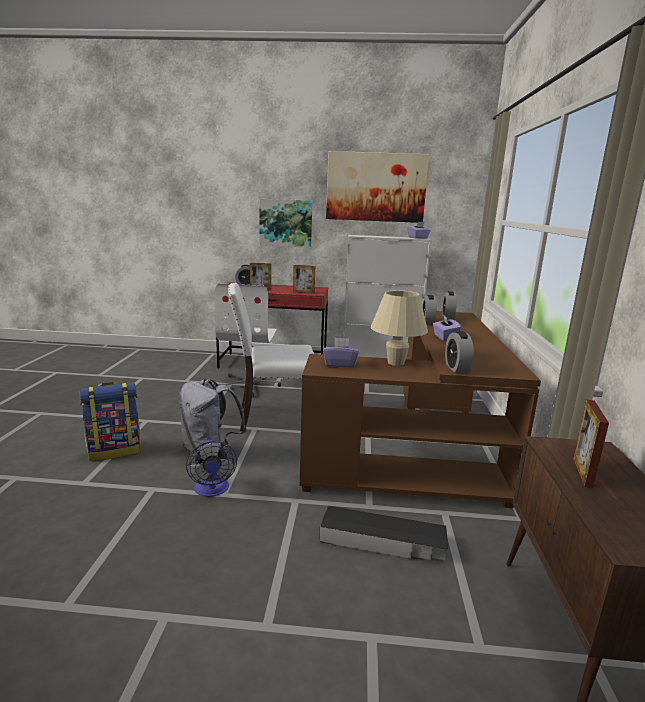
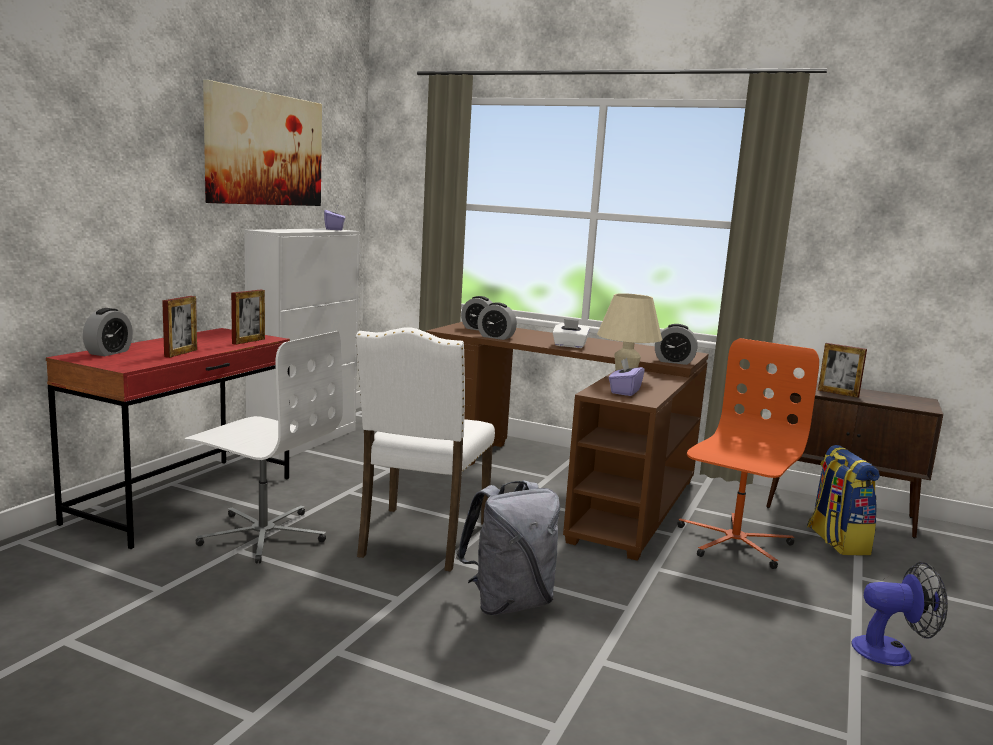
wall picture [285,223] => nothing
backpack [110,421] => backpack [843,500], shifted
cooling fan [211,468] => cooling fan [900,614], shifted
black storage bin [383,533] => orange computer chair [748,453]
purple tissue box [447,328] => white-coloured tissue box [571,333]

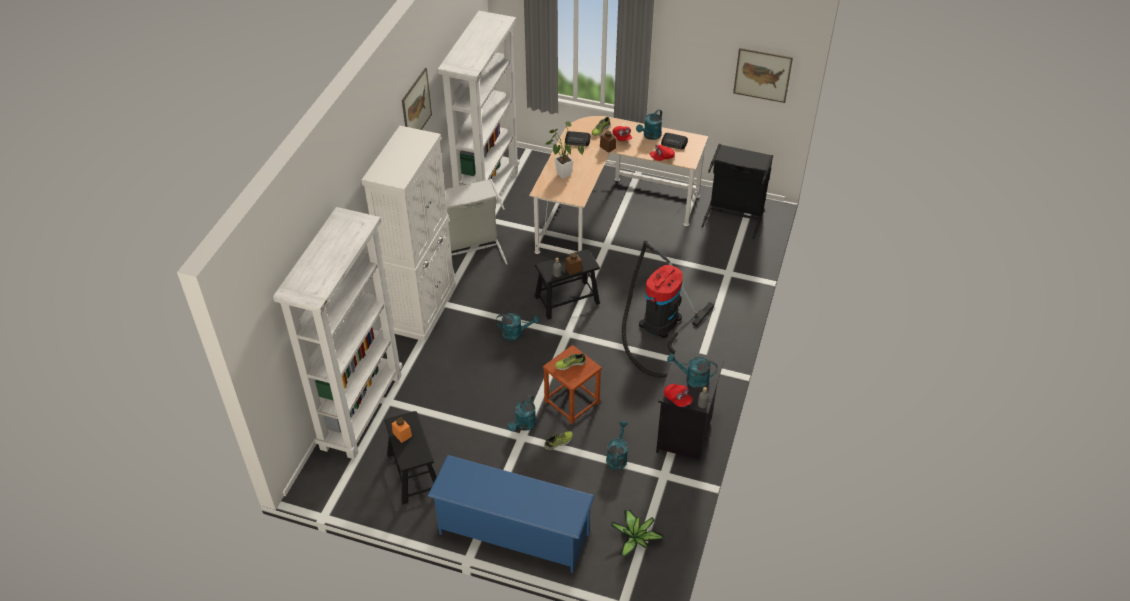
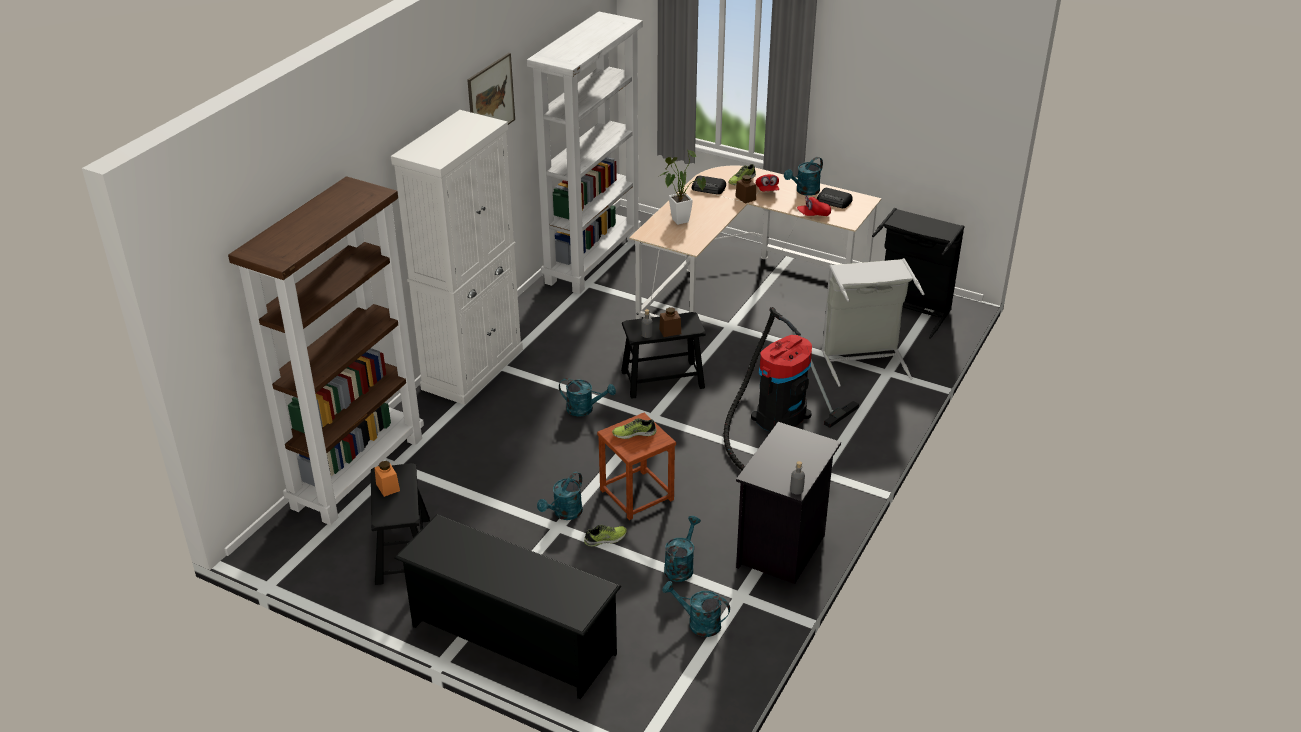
plant in a pot [637,533] => nothing
red peaked cap [678,395] => nothing
wall picture [763,75] => nothing
grey washing basket [476,228] => grey washing basket [873,322], shifted
turquoise-coloured watering pot [692,371] => turquoise-coloured watering pot [696,609], shifted
white-coloured bookshelf [338,333] => brown-coloured bookshelf [326,350]
blue-coloured shoe shelf [511,514] => black shoe shelf [507,606]

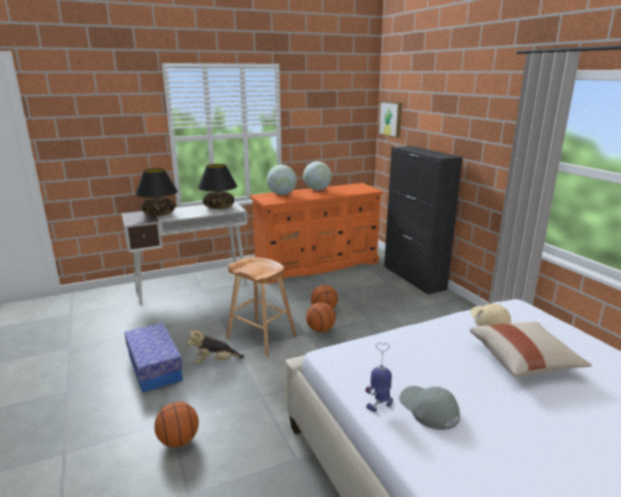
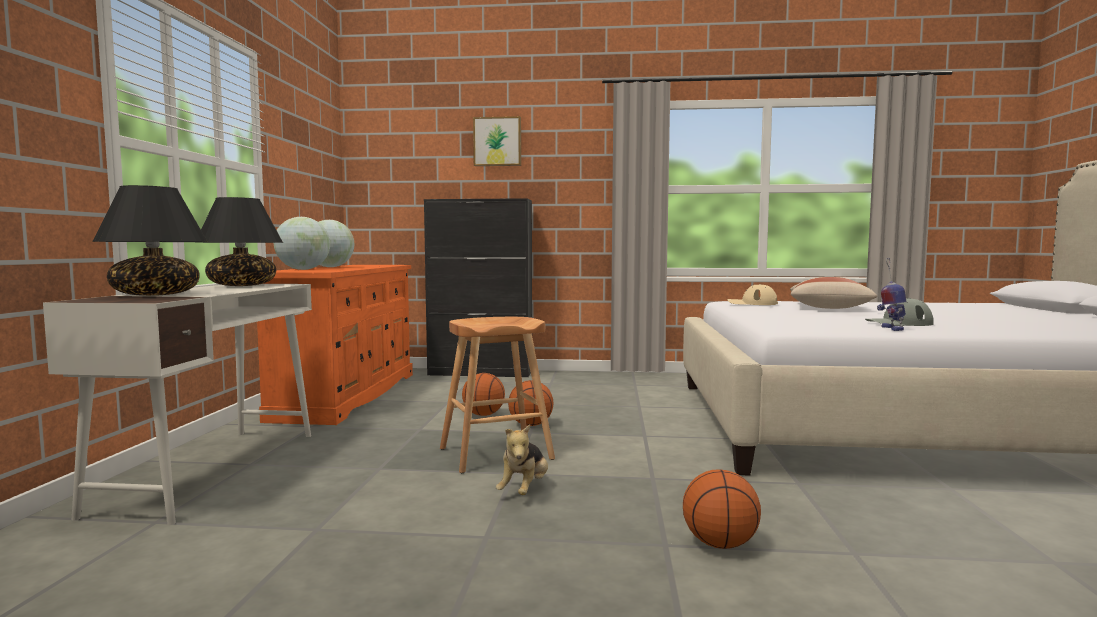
storage bin [153,358] => nothing
wall picture [390,119] => wall picture [497,141], shifted

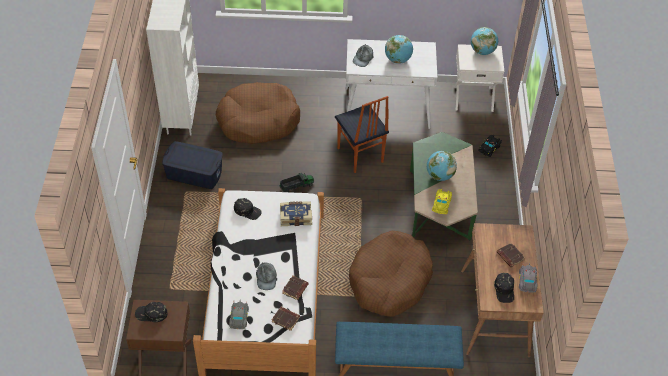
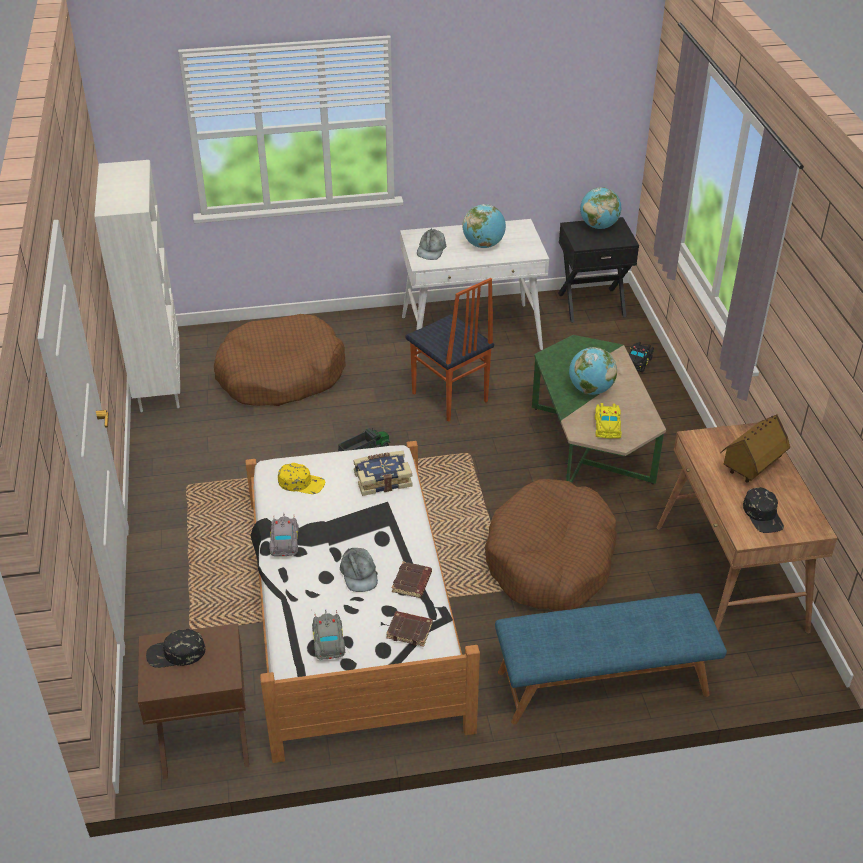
blue-coloured storage bin [192,165] => nothing
grey toy car [528,278] => grey toy car [284,534], shifted
brown-coloured bound book [511,255] => model house [755,449]
black peaked cap [248,209] => yellowish peaked cap [301,478]
white-coloured bedside table [479,78] => black bedside table [598,270]

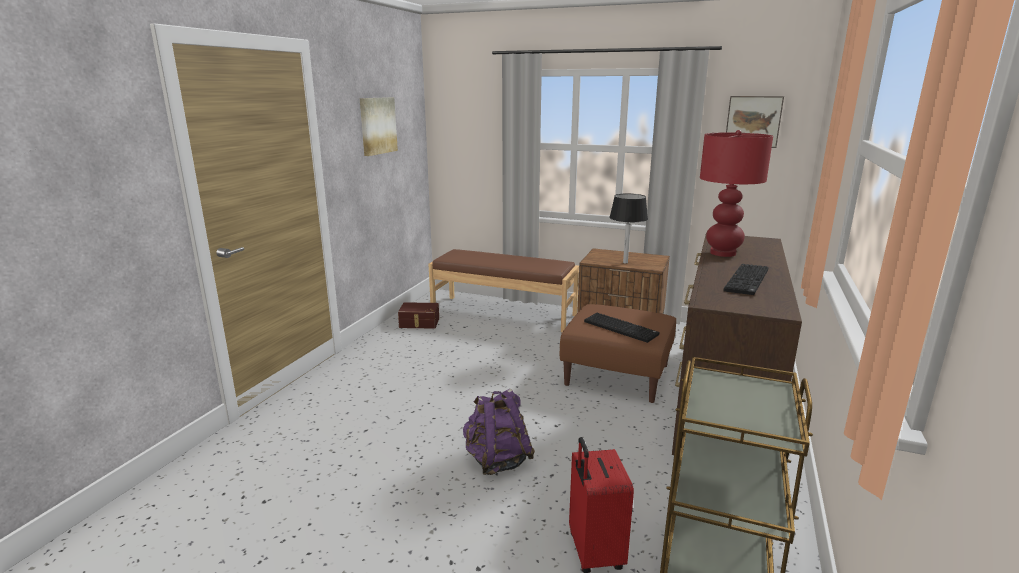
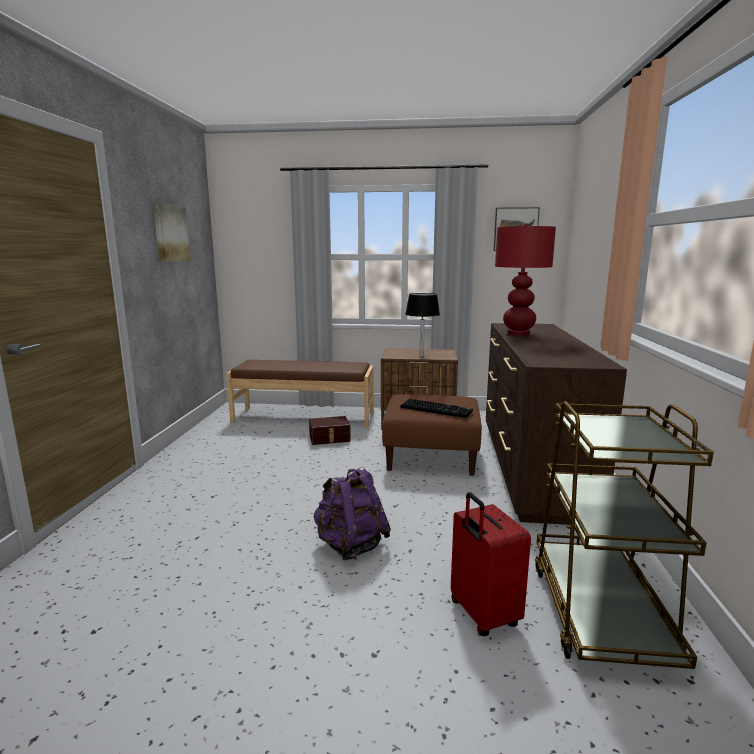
keyboard [746,279] => nothing
brown-coloured storage bin [418,315] => brown-coloured storage bin [330,430], shifted

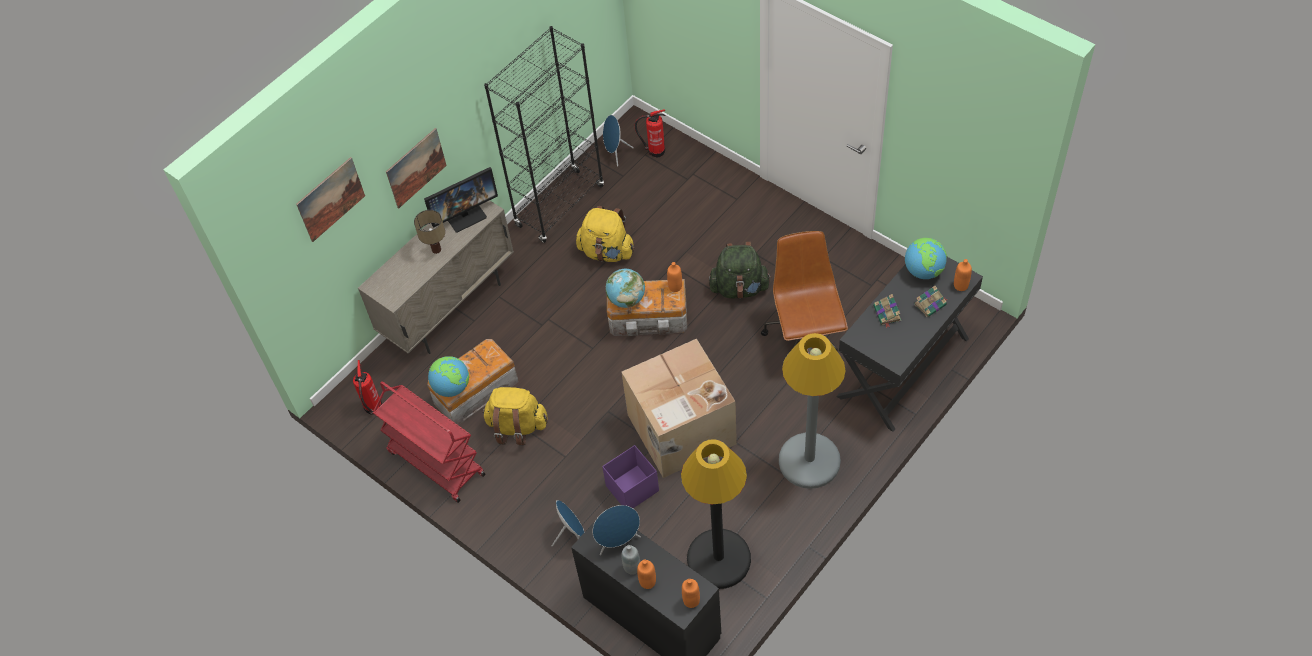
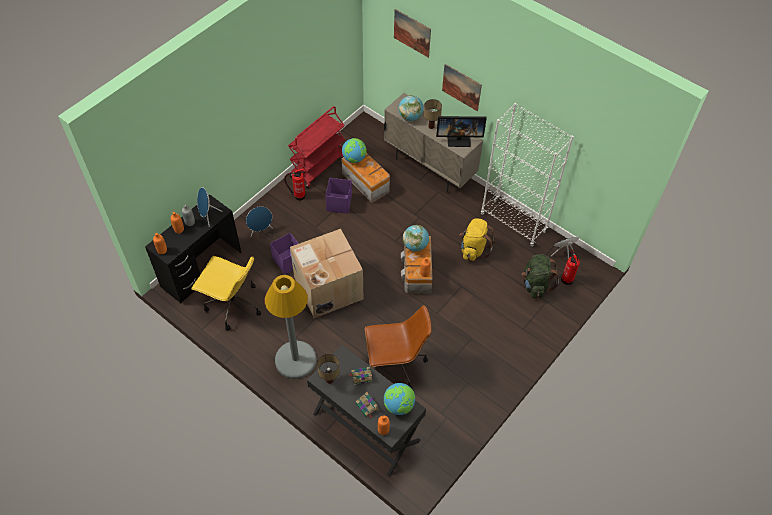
nothing => table lamp [328,369]
nothing => world globe [411,108]
fire extinguisher [367,387] => fire extinguisher [295,185], shifted
green backpack [740,270] => green backpack [540,276], shifted
yellowish backpack [514,416] => purple storage bin [338,196]
black standing lamp [716,514] => yellowish computer chair [226,293]
black bookshelf [544,134] => white-coloured bookshelf [527,175]
monitor [461,200] => monitor [461,131], 60 degrees counterclockwise

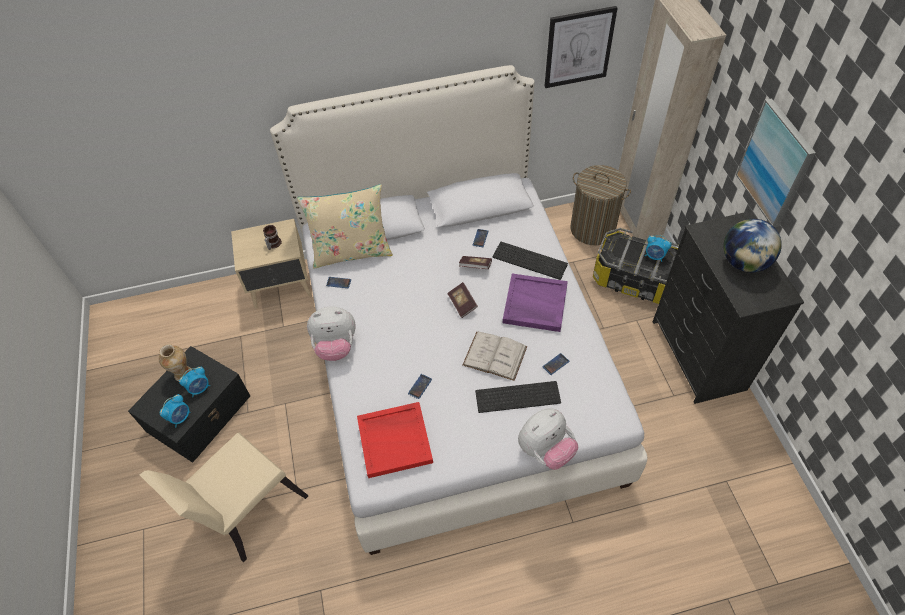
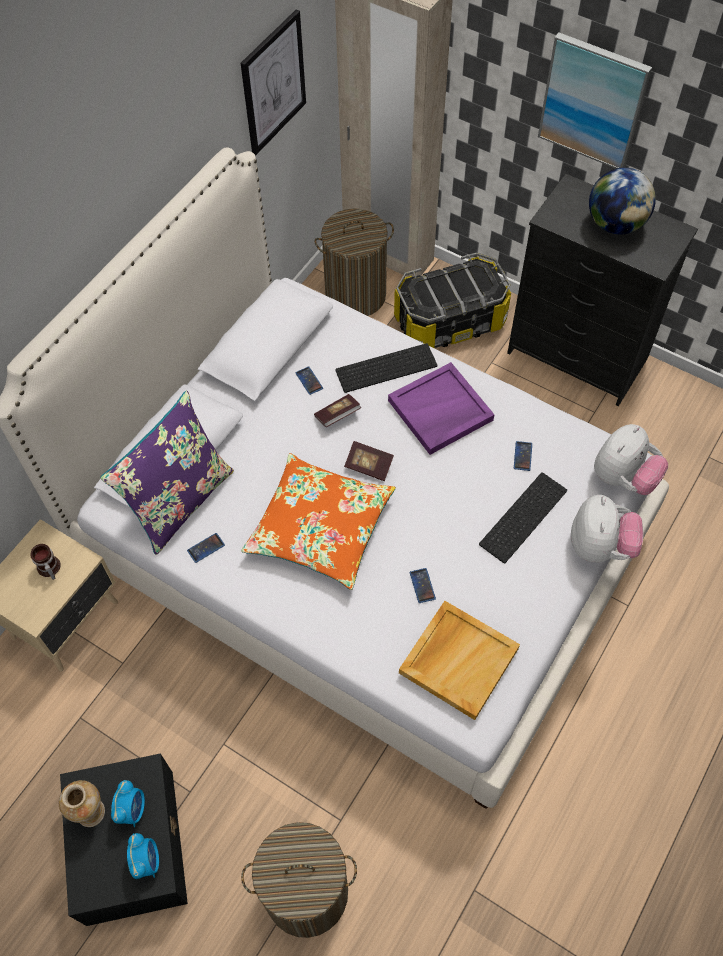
white-coloured bound book [495,356] => nothing
bedside clock [658,248] => nothing
nothing => orange pillow [318,521]
cuddly toy [331,334] => cuddly toy [631,459], shifted
beige upright chair [224,497] => washing basket [299,880]
beige pillow [345,226] => purple pillow [167,473]
red carrying tray [395,440] => beige carrying tray [459,660]

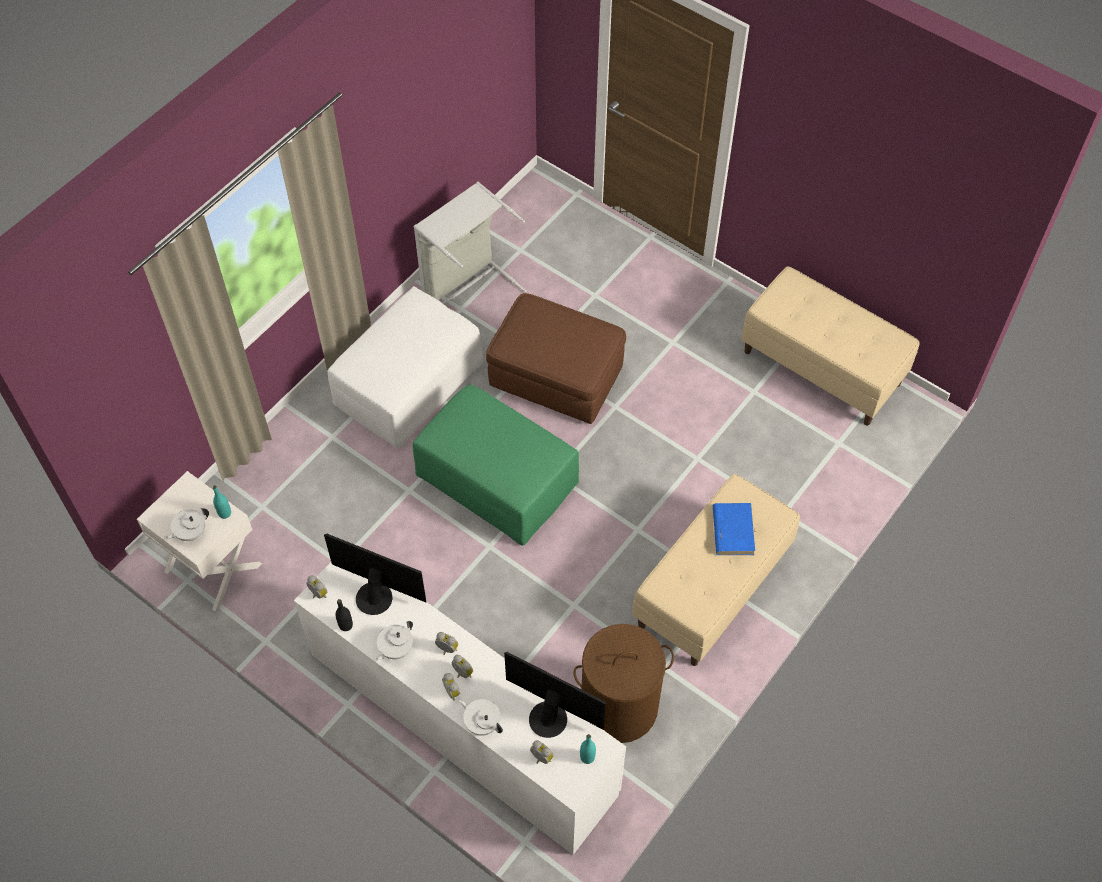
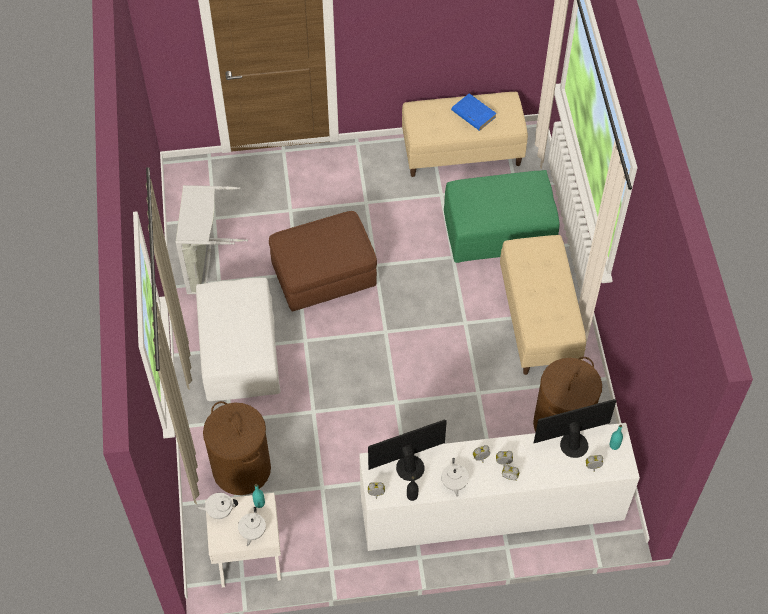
nothing => brown-coloured washing basket [237,448]
green ottoman [496,465] => green ottoman [502,216], shifted
white-coloured teapot [481,717] => white-coloured teapot [217,506], shifted
blue-coloured bound book [734,529] => blue-coloured bound book [474,112], shifted

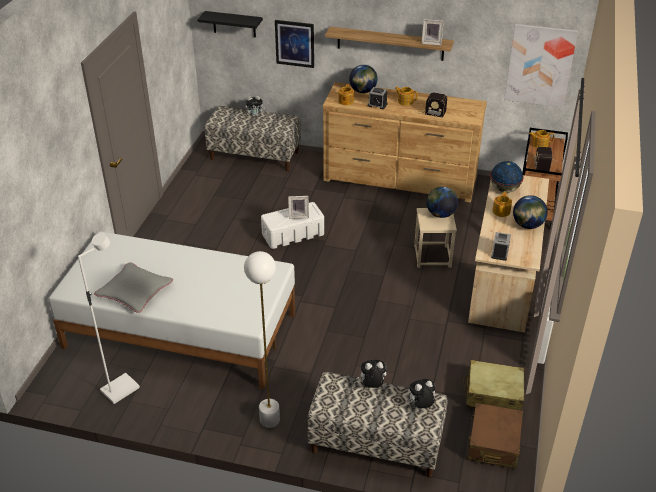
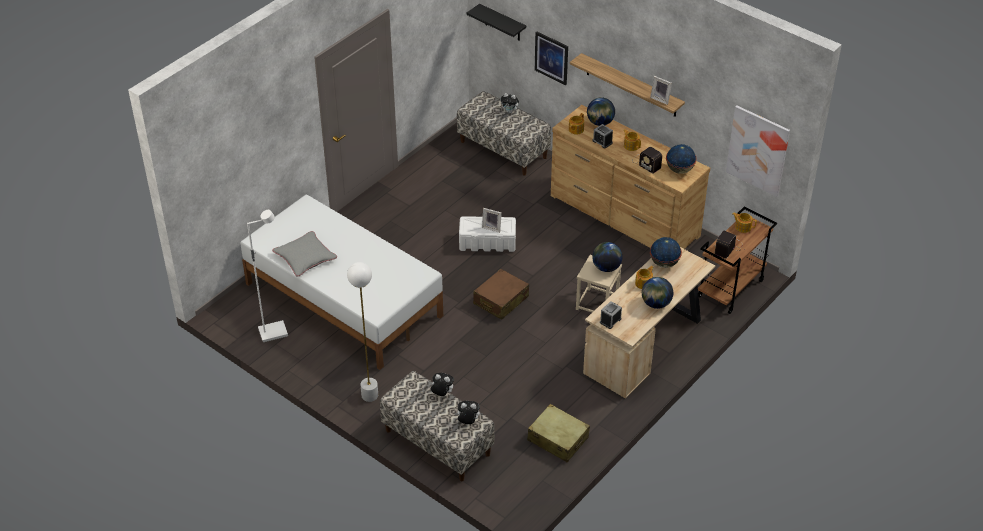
nothing => world globe [681,159]
brown-coloured piece of luggage [495,436] => brown-coloured piece of luggage [501,294], shifted

